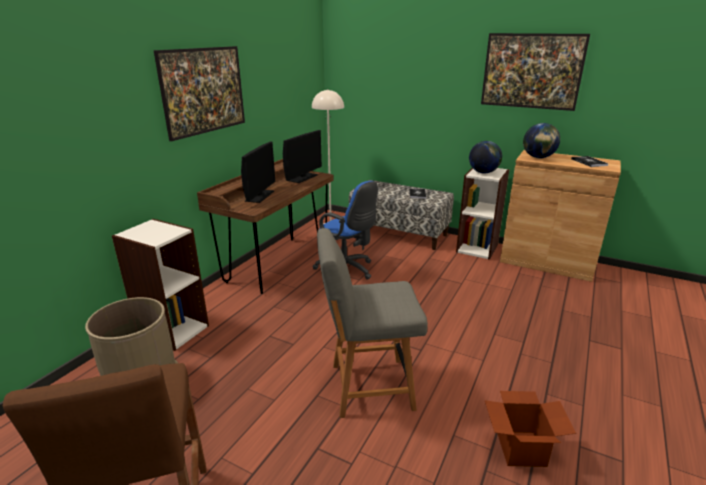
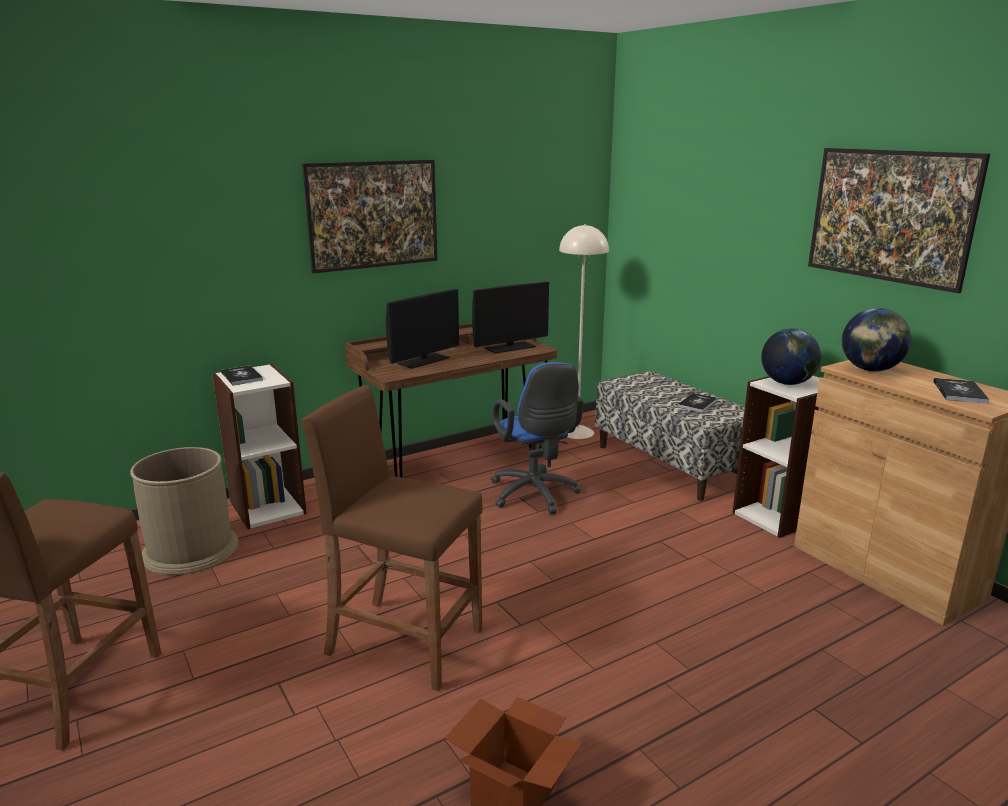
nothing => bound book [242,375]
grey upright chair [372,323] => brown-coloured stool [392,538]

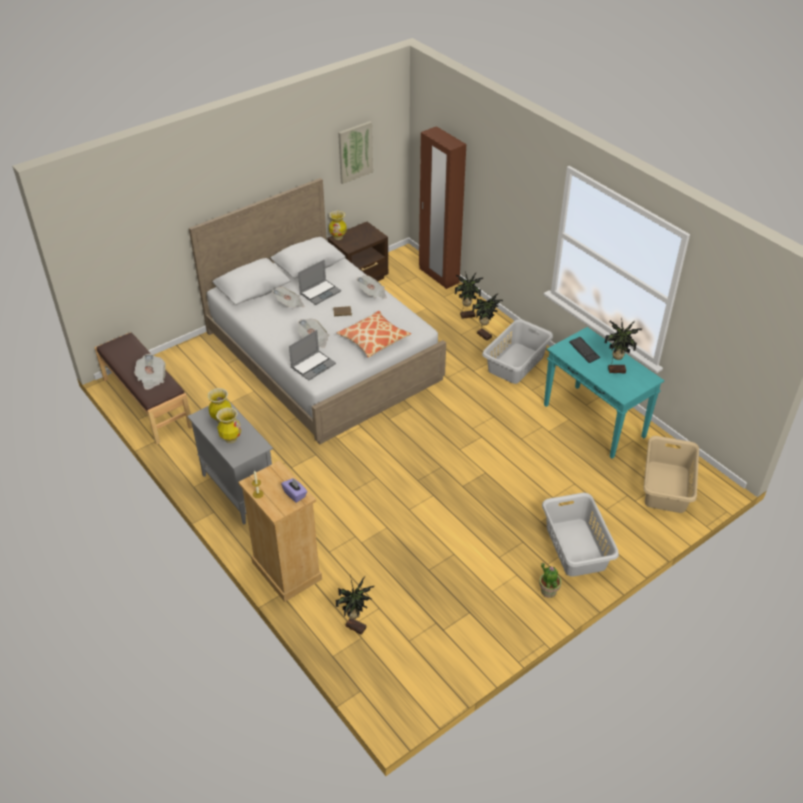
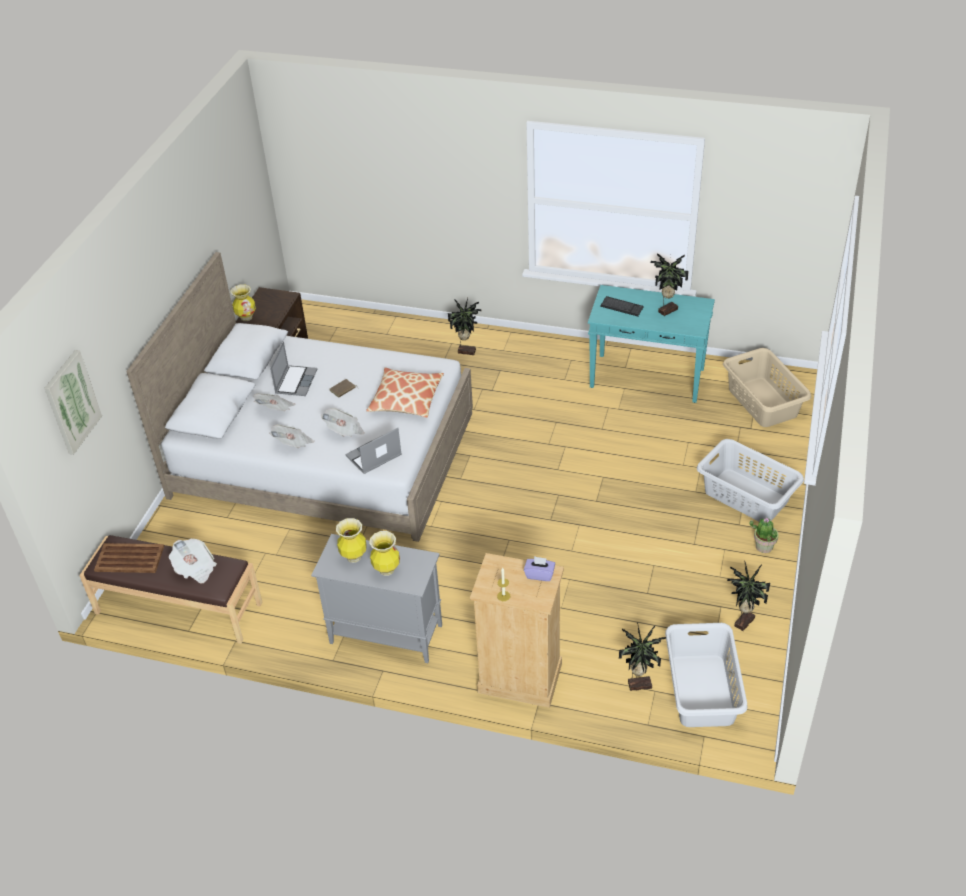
brown-coloured armoire [442,207] => nothing
nothing => brown-coloured carrying tray [129,558]
wall picture [355,152] => wall picture [73,402], shifted
newspaper [372,287] => newspaper [291,436], shifted
plant in a pot [469,295] => plant in a pot [748,596], shifted
grey washing basket [517,351] => grey washing basket [706,675], shifted
notebook computer [312,355] => notebook computer [373,451], 135 degrees counterclockwise

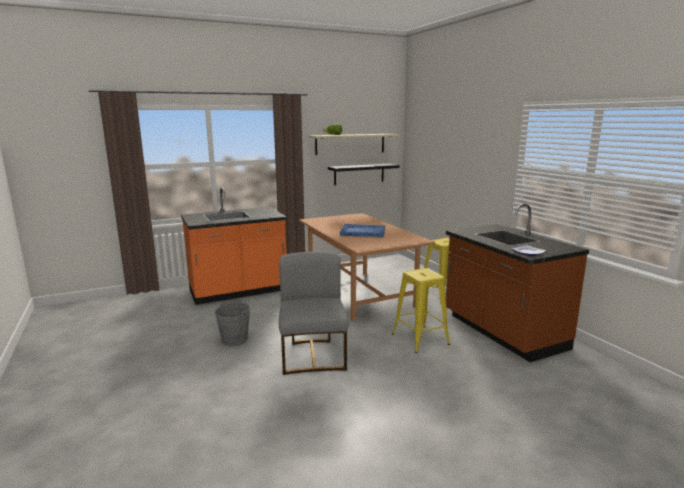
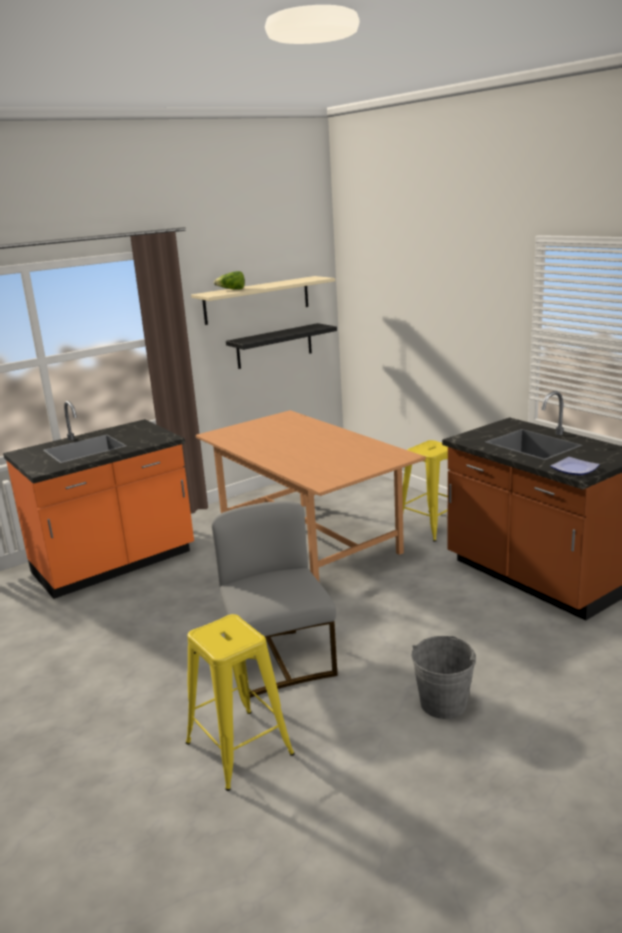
blue-coloured carrying tray [362,230] => nothing
grey pail [232,324] => grey pail [444,677], shifted
yellowish stool [421,310] => yellowish stool [240,702], shifted

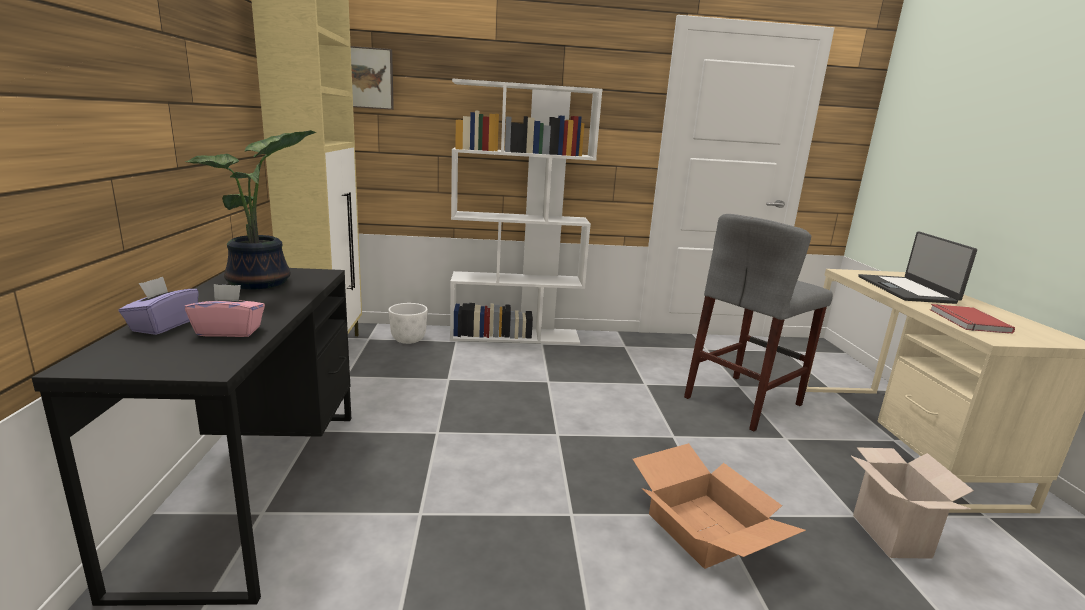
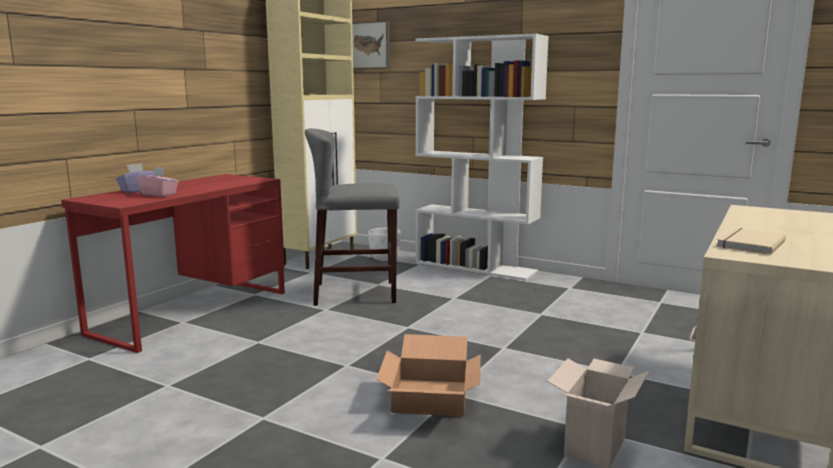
plant in a pot [250,209] => nothing
notebook computer [917,267] => nothing
grey stool [758,322] => grey stool [352,217], shifted
black desk table [191,437] => red desk table [173,263]
red bound book [972,319] => beige bound book [751,241]

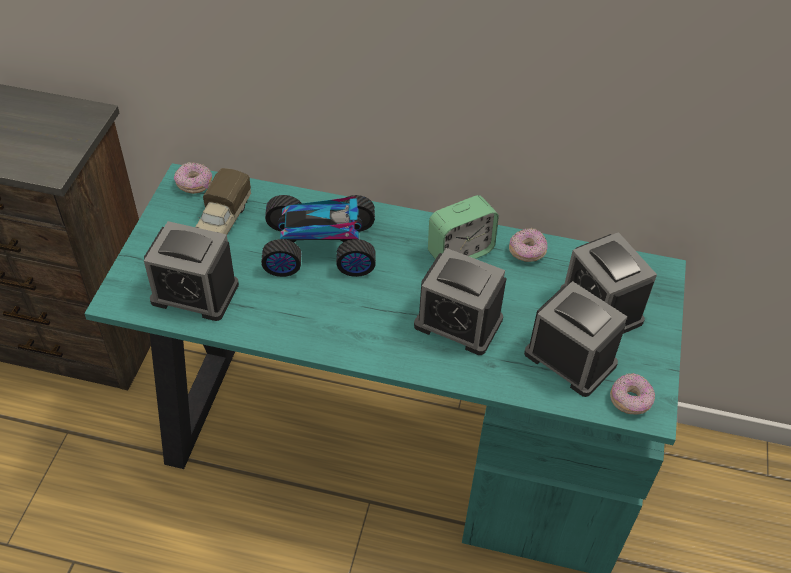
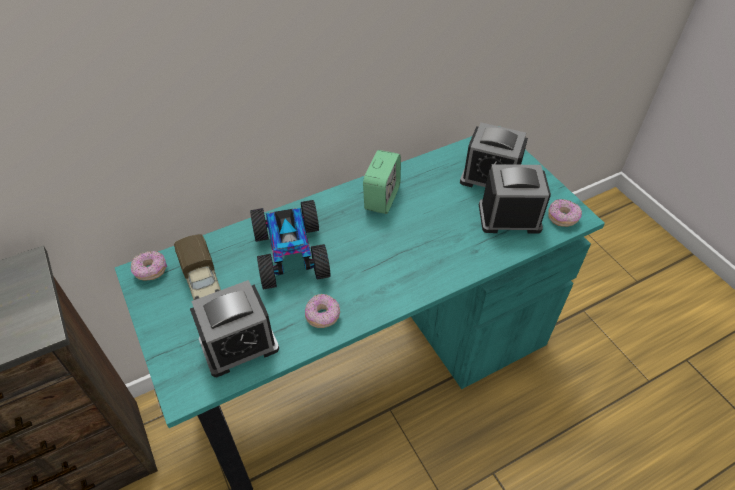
bedside clock [460,301] => nothing
ring doughnut [528,245] => ring doughnut [322,311], shifted
toy car [318,236] => toy car [290,245], 120 degrees clockwise

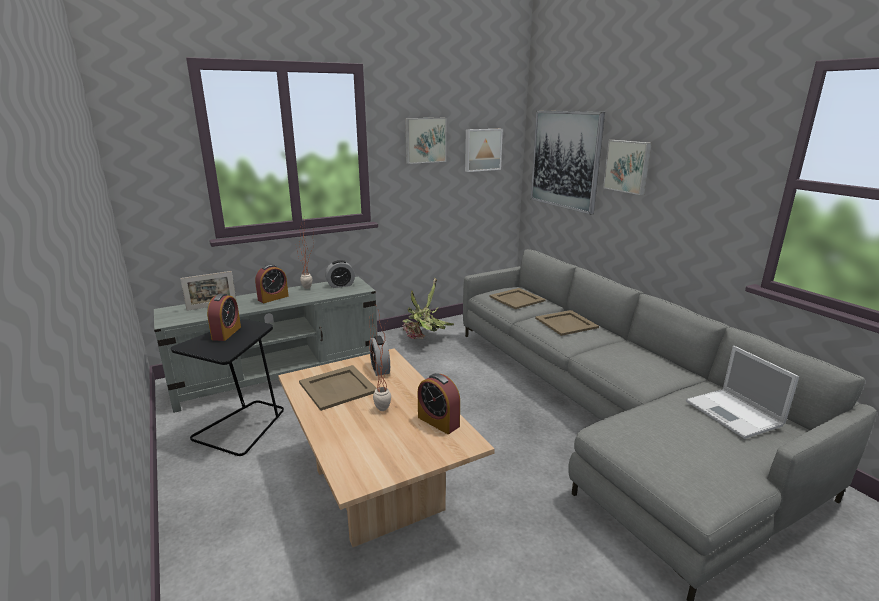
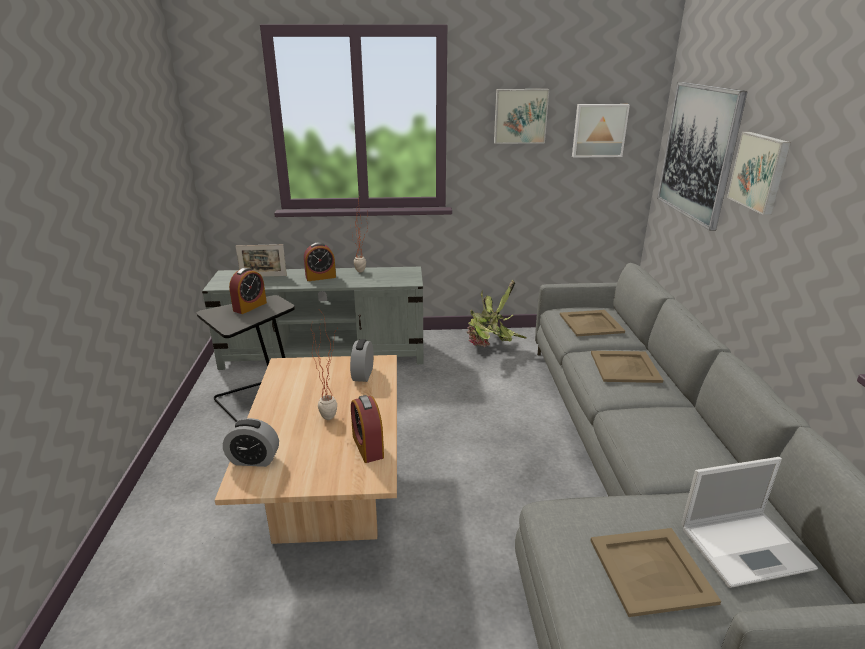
beige carrying tray [338,388] => beige carrying tray [655,572], shifted
bedside clock [340,274] => bedside clock [251,442], shifted
notebook computer [742,392] => notebook computer [749,522], 105 degrees counterclockwise

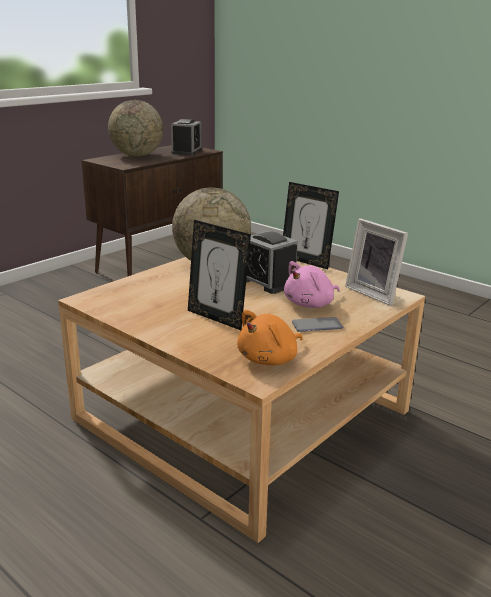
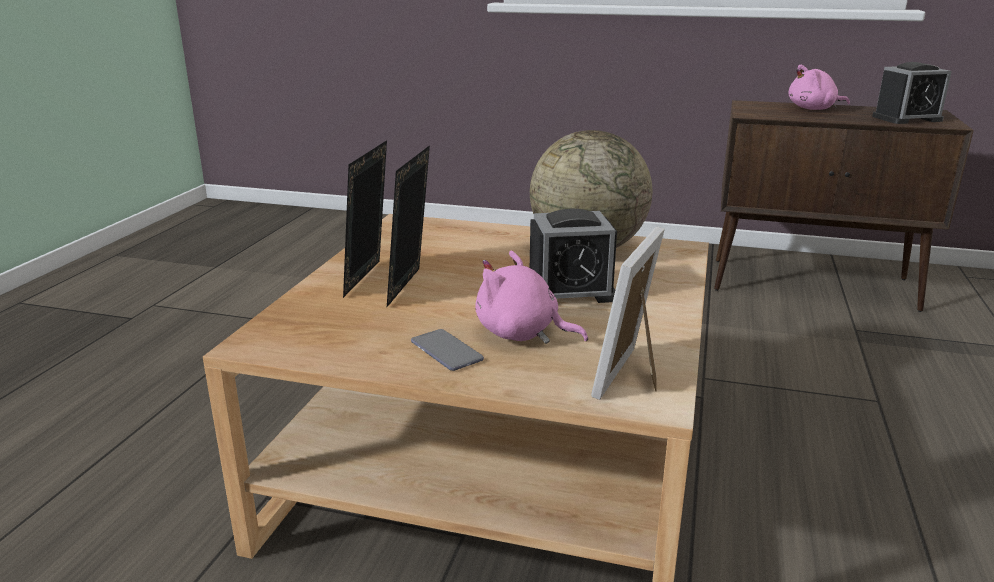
orange cuddly toy [270,337] => nothing
picture frame [311,225] => picture frame [365,219], shifted
world globe [135,128] => pink cuddly toy [819,87]
bedside clock [272,262] => bedside clock [573,256], 120 degrees counterclockwise

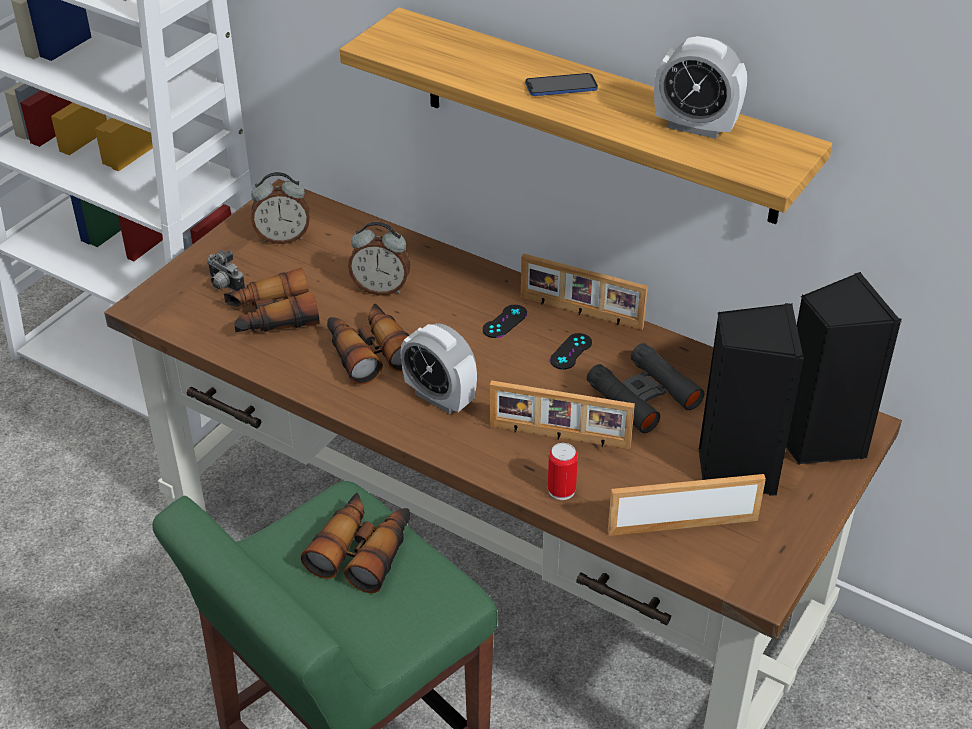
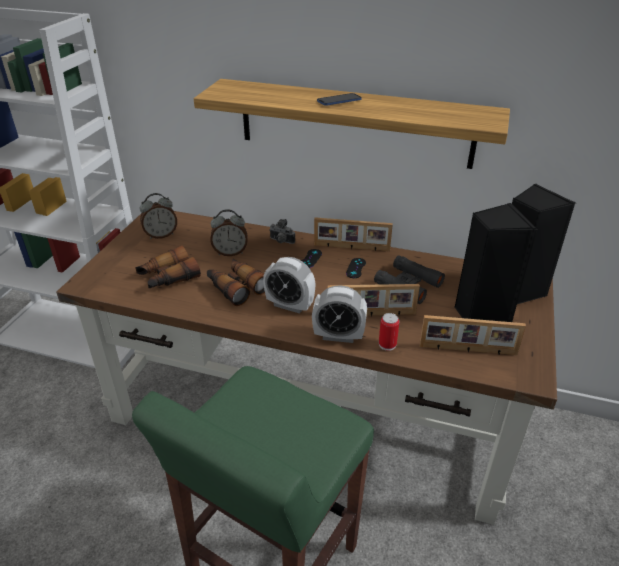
field glasses [355,543] => nothing
still camera [226,270] => still camera [282,231], shifted
bedside clock [700,87] => bedside clock [339,314], shifted
picture frame [687,505] => picture frame [473,335], 150 degrees counterclockwise

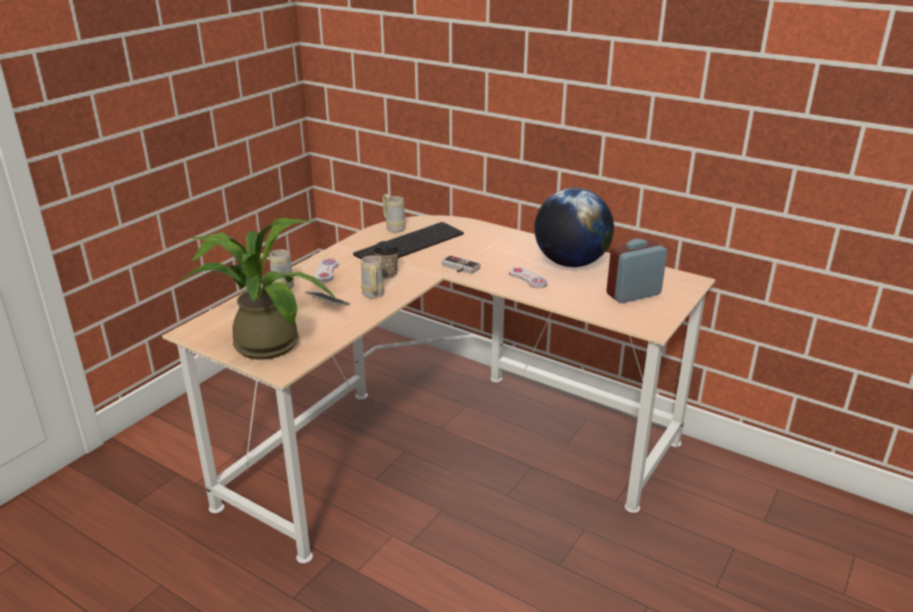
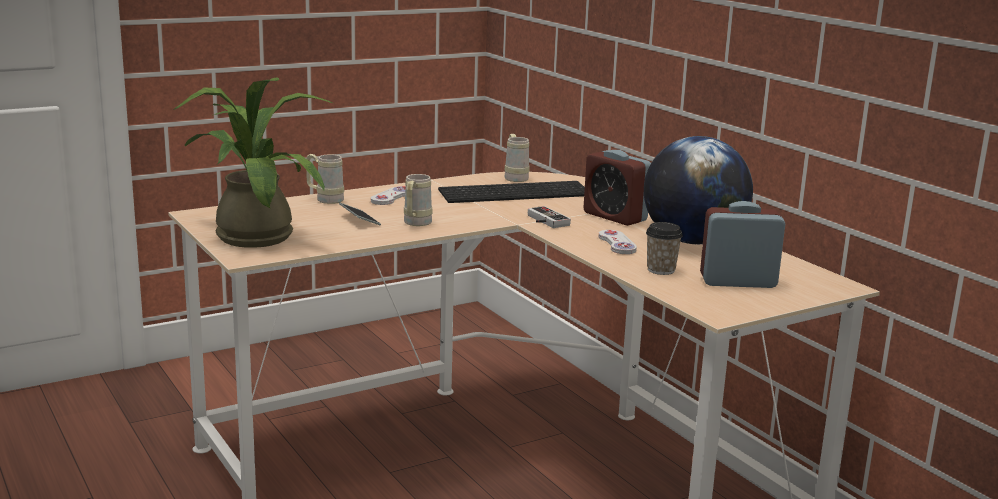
nothing => bedside clock [617,188]
cup [386,259] => cup [664,248], shifted

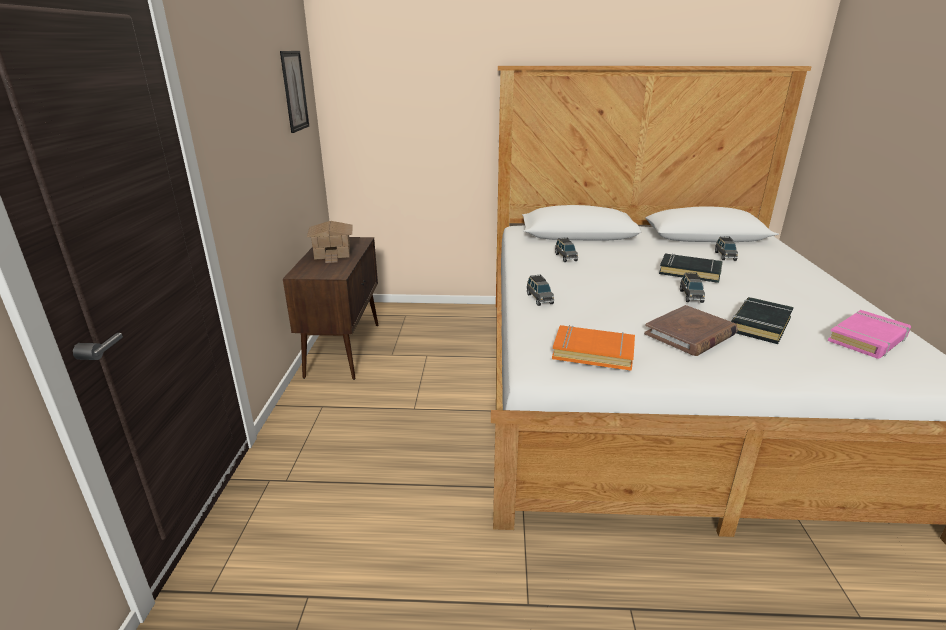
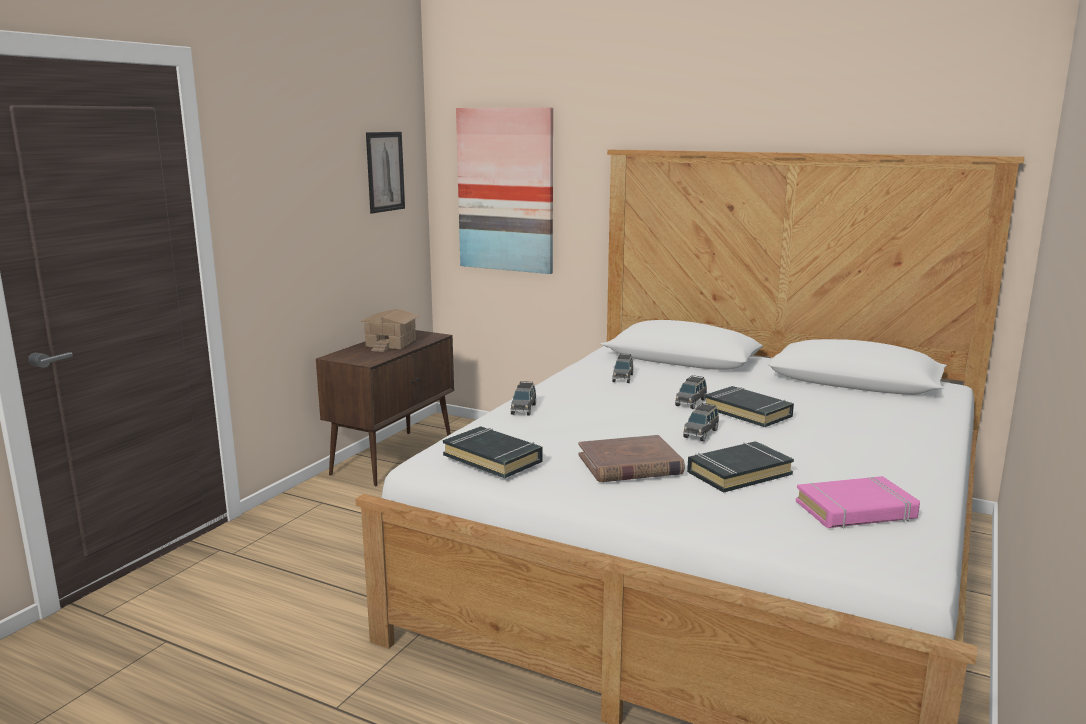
nothing => wall picture [504,190]
grey toy car [726,248] => grey toy car [691,392], shifted
orange bound book [593,348] => black bound book [493,452]

